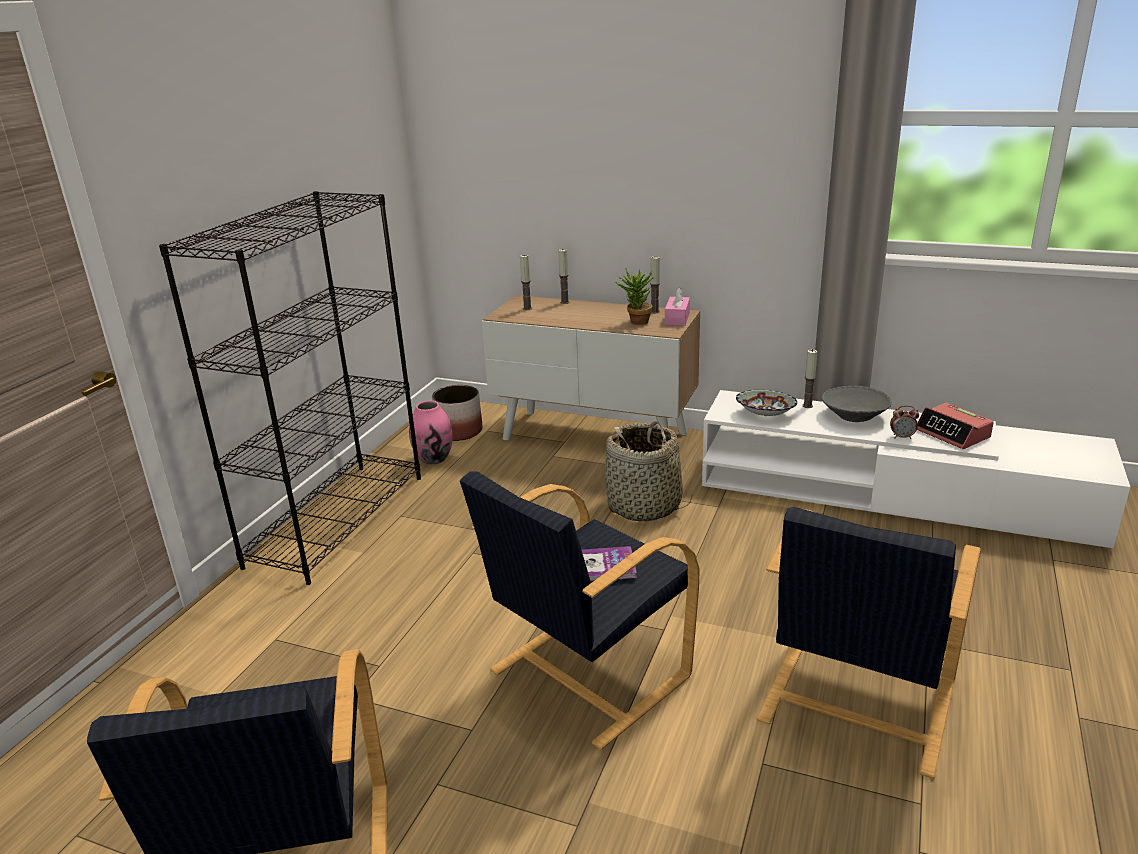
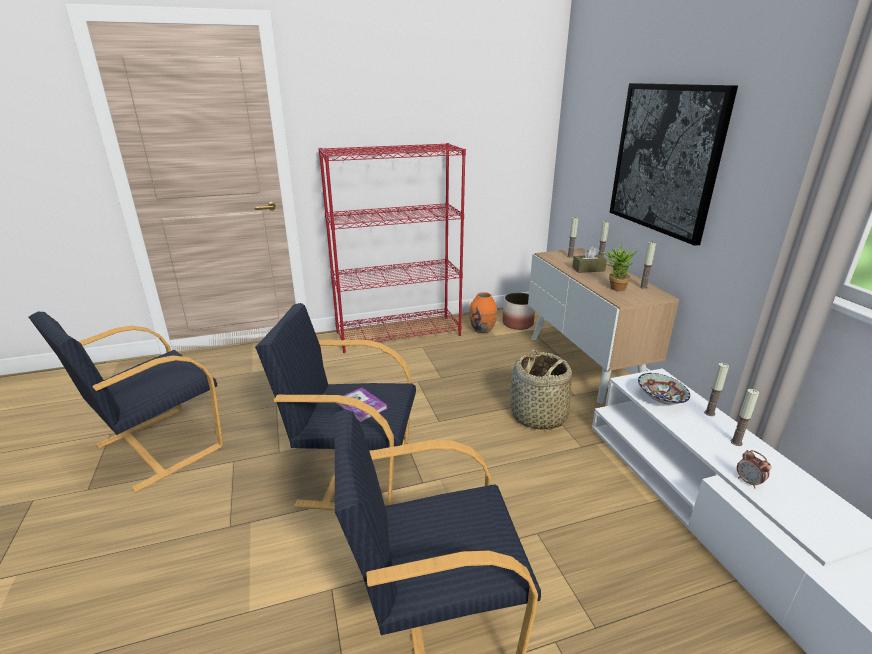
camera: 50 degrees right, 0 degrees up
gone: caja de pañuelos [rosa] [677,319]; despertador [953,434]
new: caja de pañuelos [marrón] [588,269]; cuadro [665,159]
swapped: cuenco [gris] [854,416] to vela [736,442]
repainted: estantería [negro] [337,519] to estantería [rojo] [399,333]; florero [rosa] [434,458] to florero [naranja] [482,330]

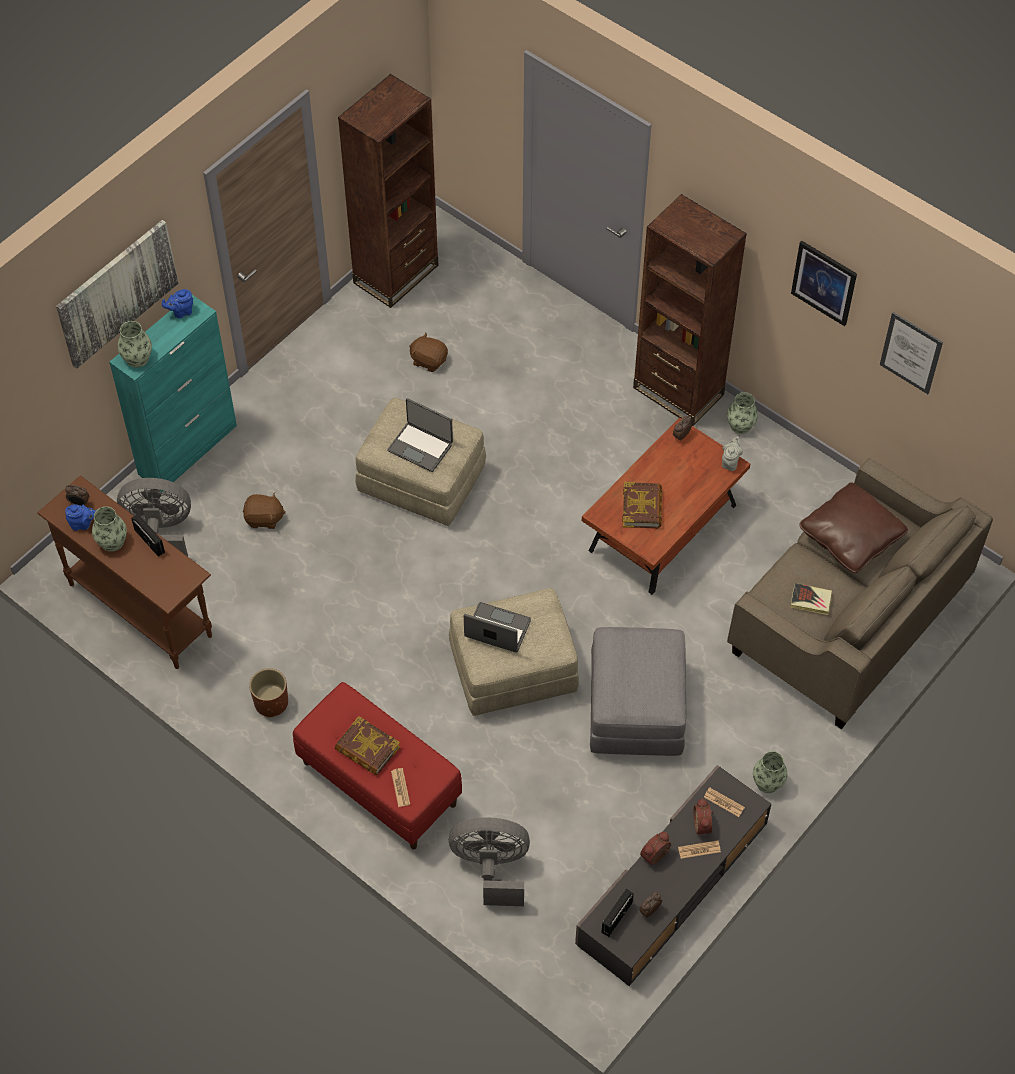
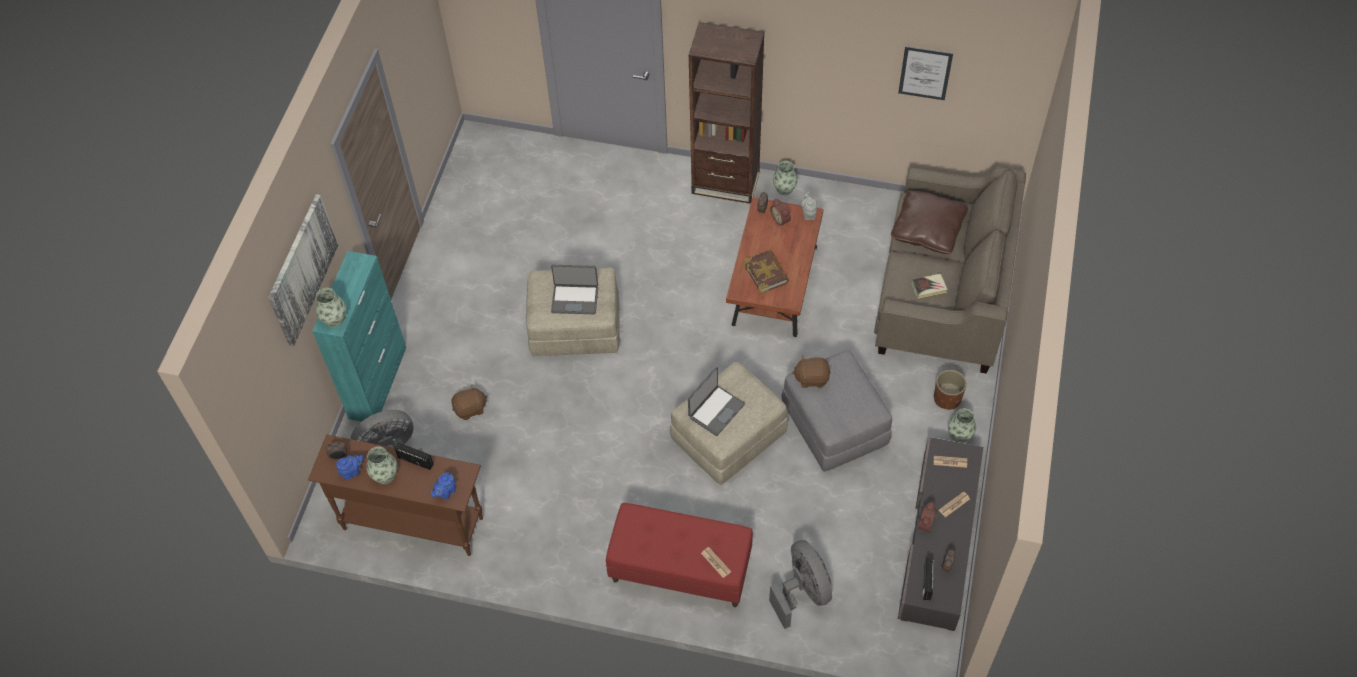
camera: 25 degrees left, 0 degrees up
gone: libro [367,749]; estantería [marrón] [396,274]; cuadro [824,282]
shifted: tetera [azul] [181,312] to [445,492]; maceta [marrón] [271,703] to [947,398]; peluche [marrón] [429,360] to [811,378]; despertador [703,825] to [781,219]
rotated: ventilador [gris] [492,868] = [802,592] 90 degrees clockwise; portátil [497,630] = [716,410] 135 degrees clockwise

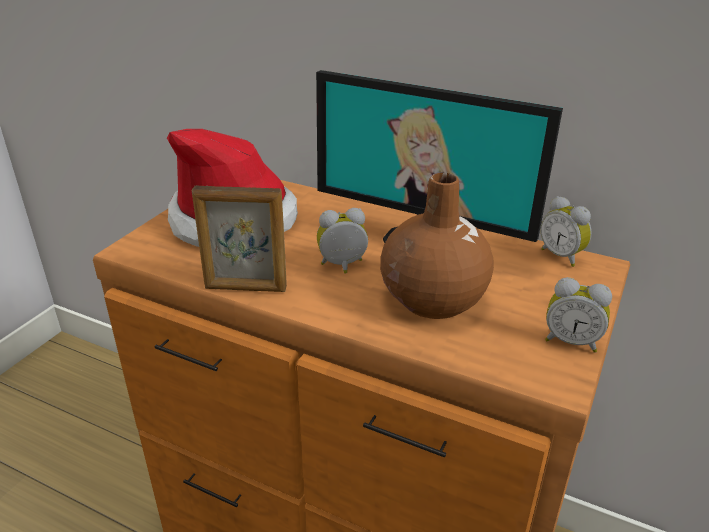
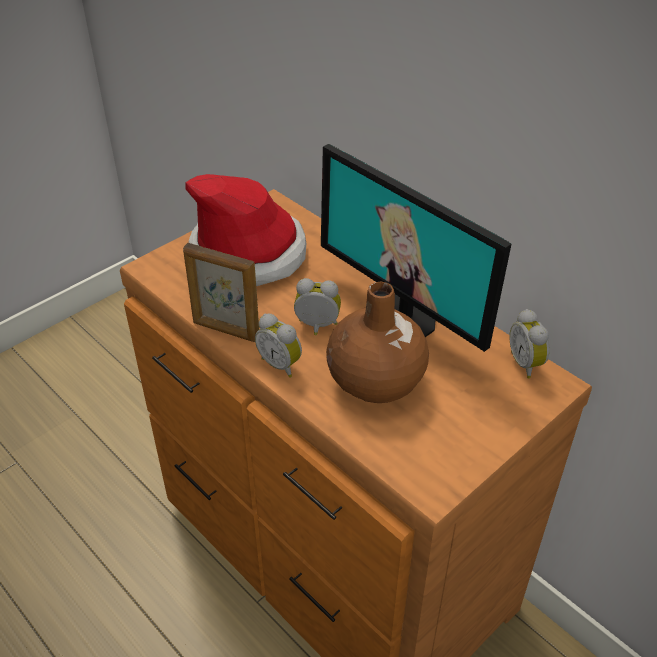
camera: 20 degrees right, 10 degrees up
shifted: despertador [571,341] to [281,364]

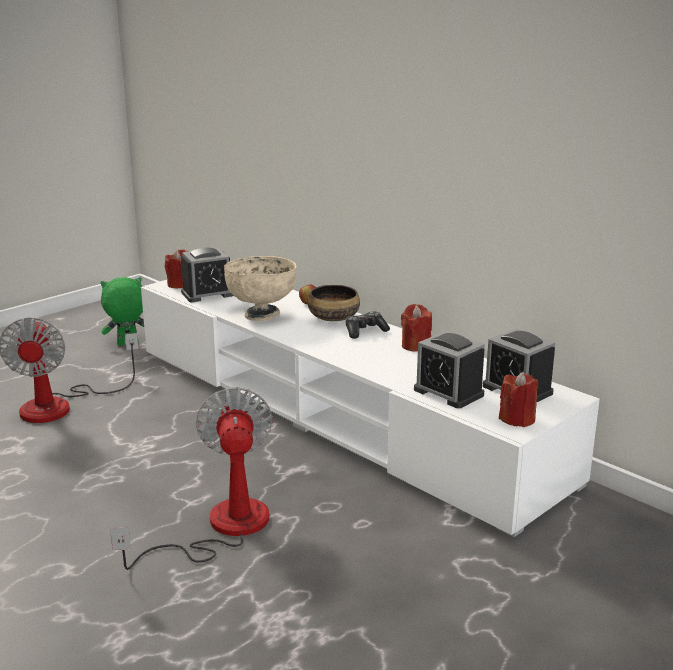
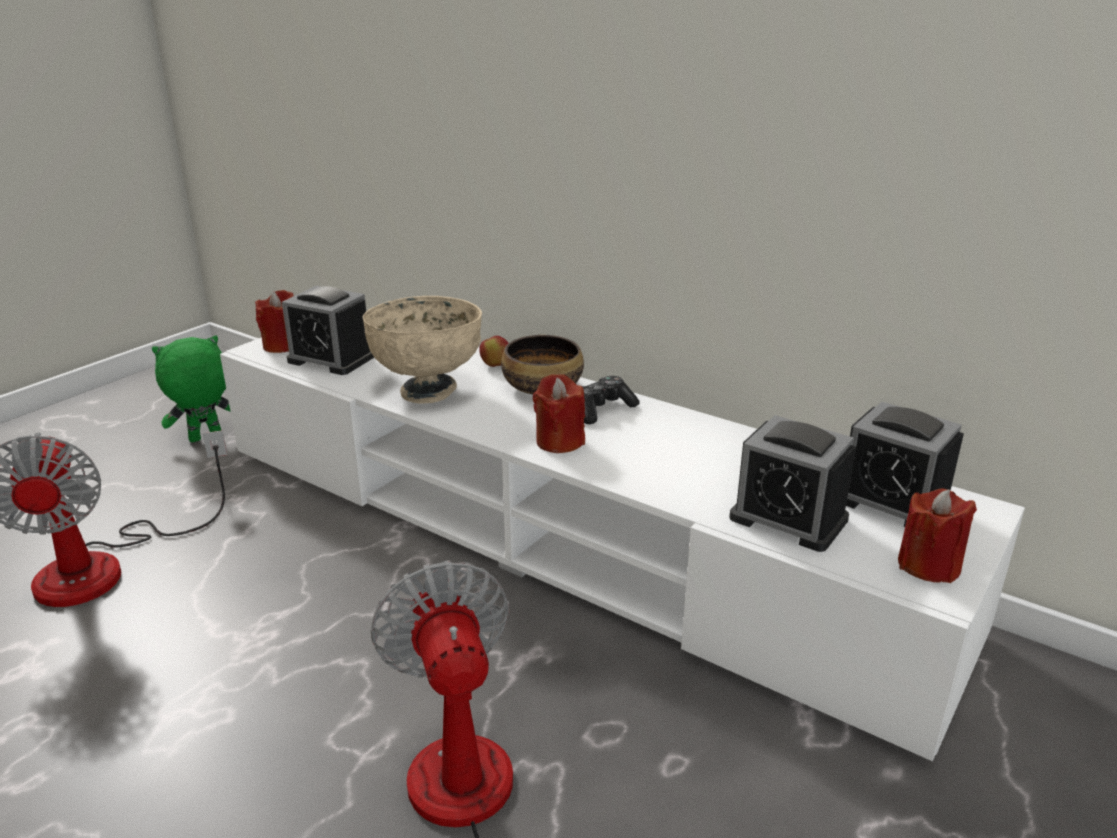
camera: 10 degrees left, 5 degrees up
shifted: vela [rojo] [416,346] to [559,441]
rotated: despertador [207,294] = [331,359] 60 degrees clockwise

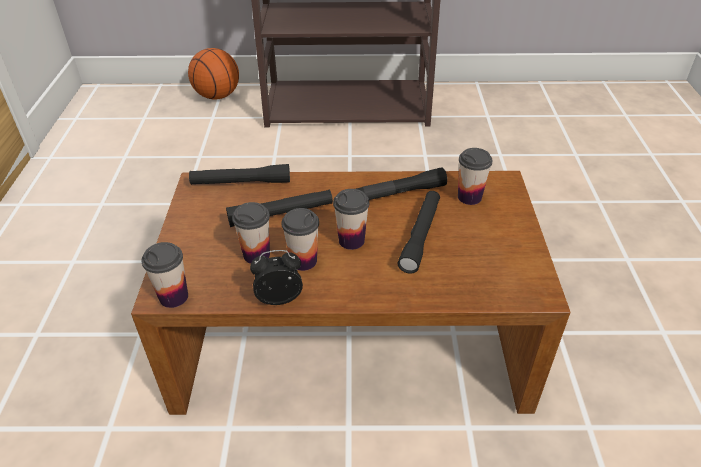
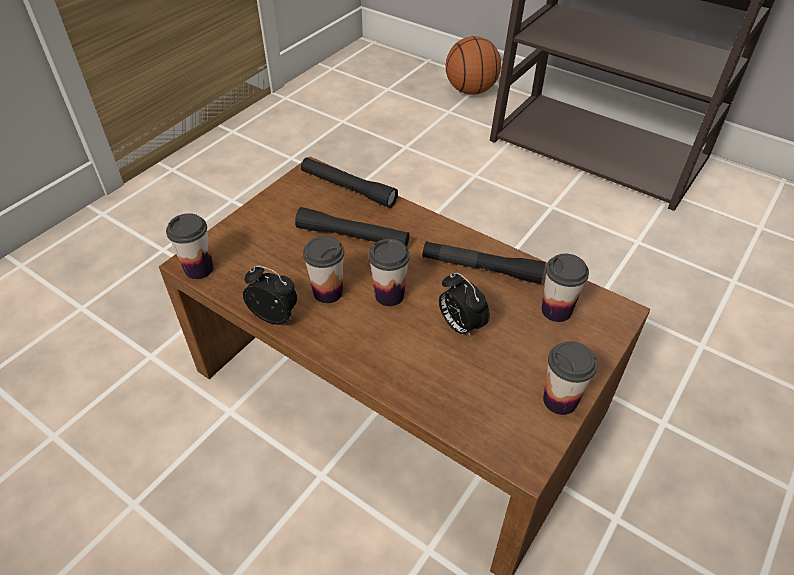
camera: 35 degrees right, 5 degrees up
shifted: taza [256,255] to [560,400]
swapped: linterna [negro] [420,236] to despertador [460,326]

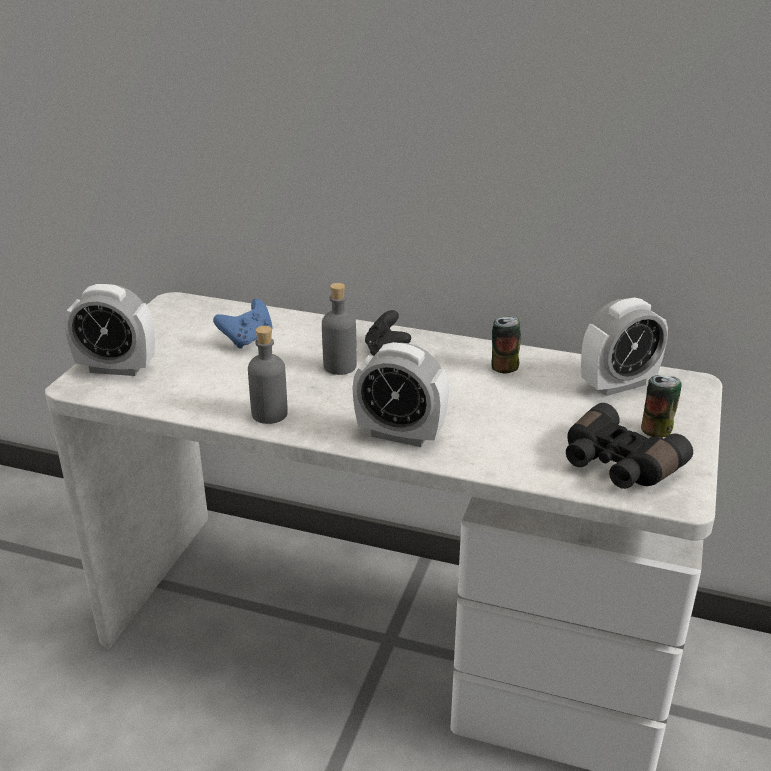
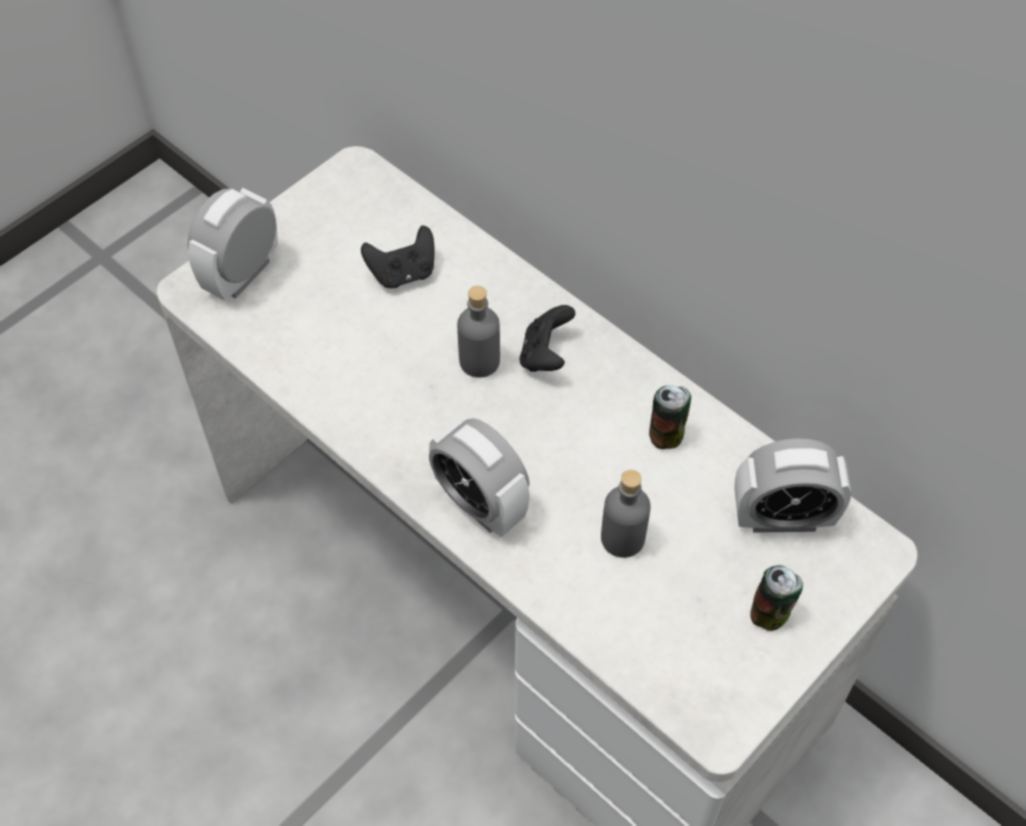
camera: 25 degrees right, 25 degrees up
gone: prismáticos [negro] [616,465]
shifted: botella [gris] [269,414] to [622,538]
repainted: mando de consola [azul] [247,340] to mando de consola [negro] [403,273]
rotated: despertador [116,368] = [242,274] 90 degrees clockwise

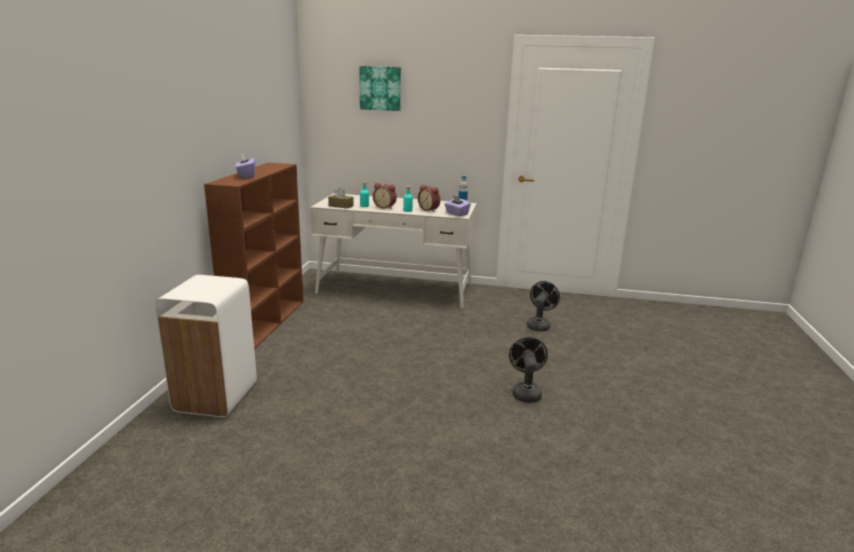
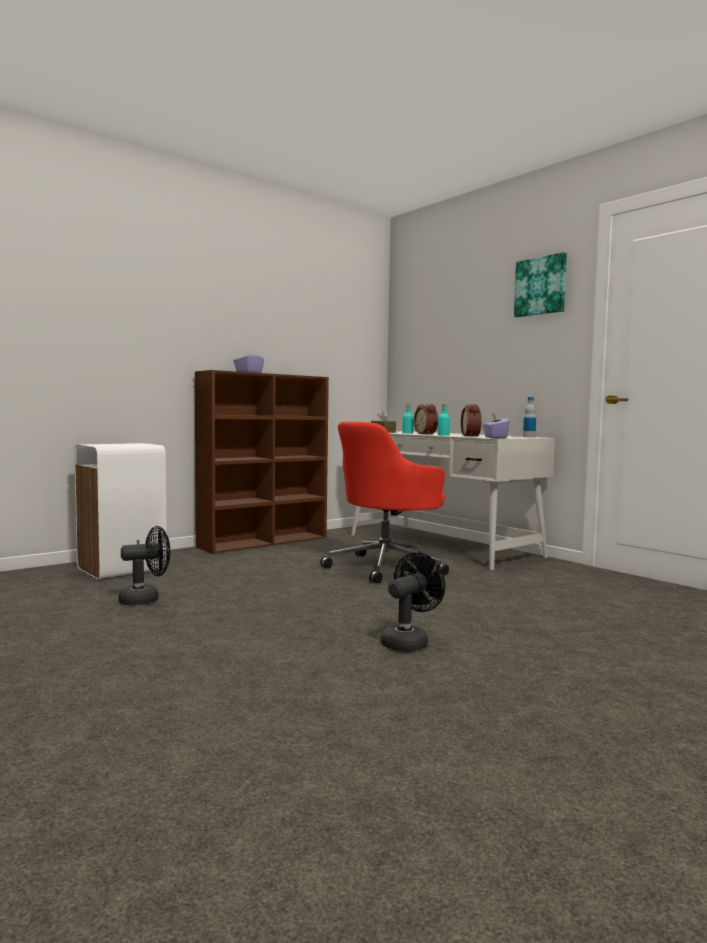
camera: 40 degrees right, 15 degrees down
new: silla de oficina [rojo] [386,567]
shifted: cuadro [380,88] to [541,286]; ventilador [negro] [539,325] to [146,599]

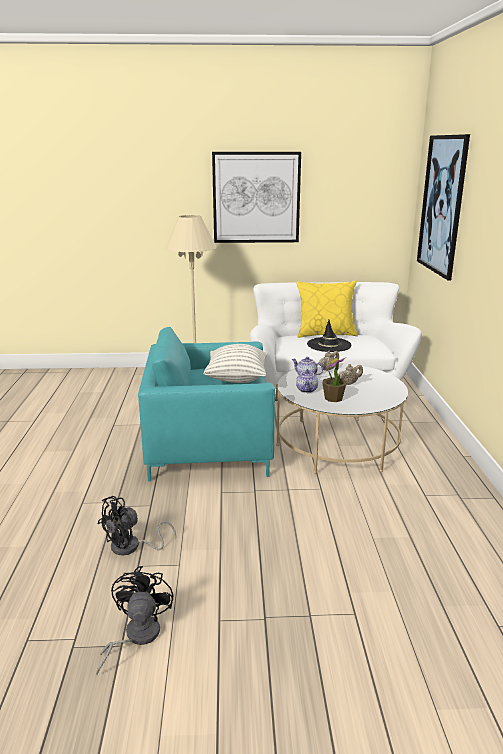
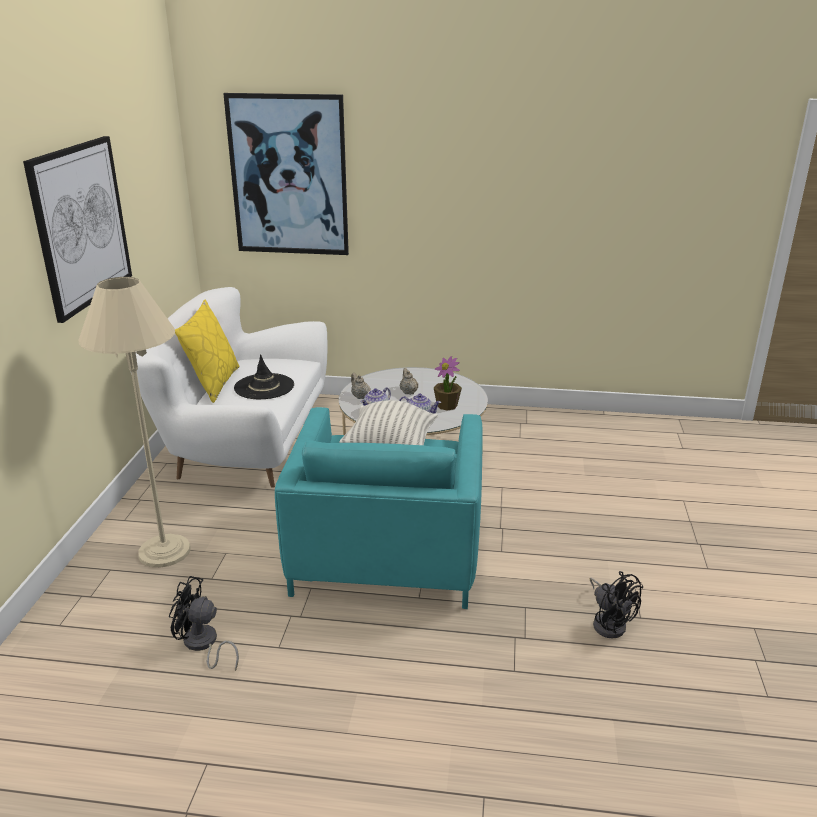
camera: 80 degrees left, 5 degrees up
shifted: ventilador [negro] [136,636] to [202,645]

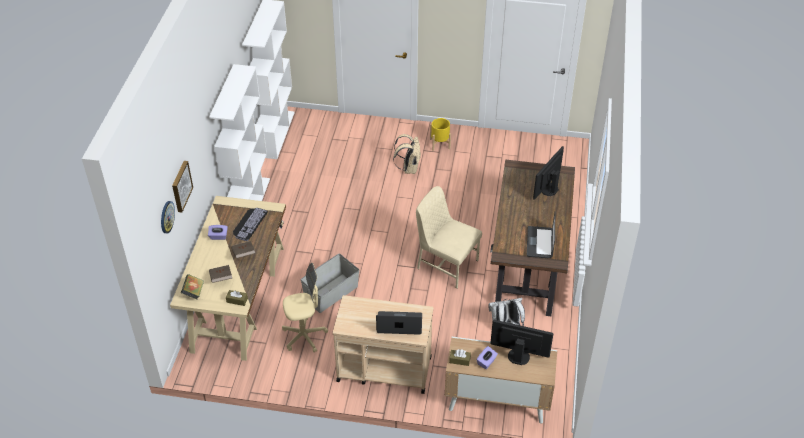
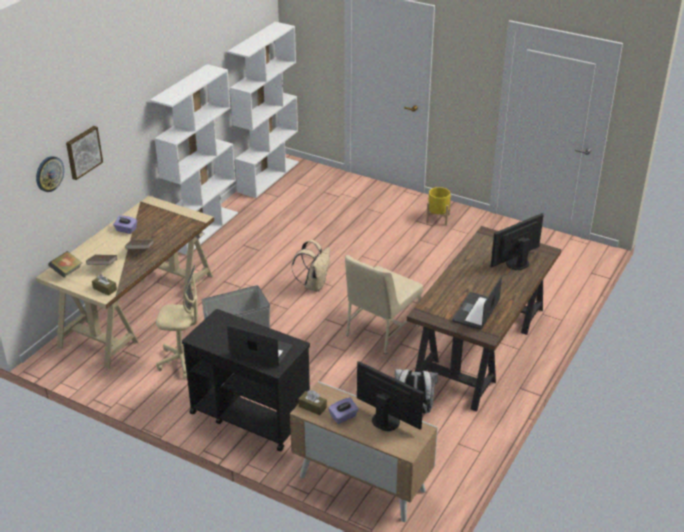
camera: 20 degrees right, 10 degrees down
gone: teclado [249,223]
shifted: mochila [beis] [409,168] to [314,285]
repainted: carrito [beis] [383,369] to carrito [negro] [249,414]
rotated: silla [beis] [446,264] = [380,330] 105 degrees counterclockwise

